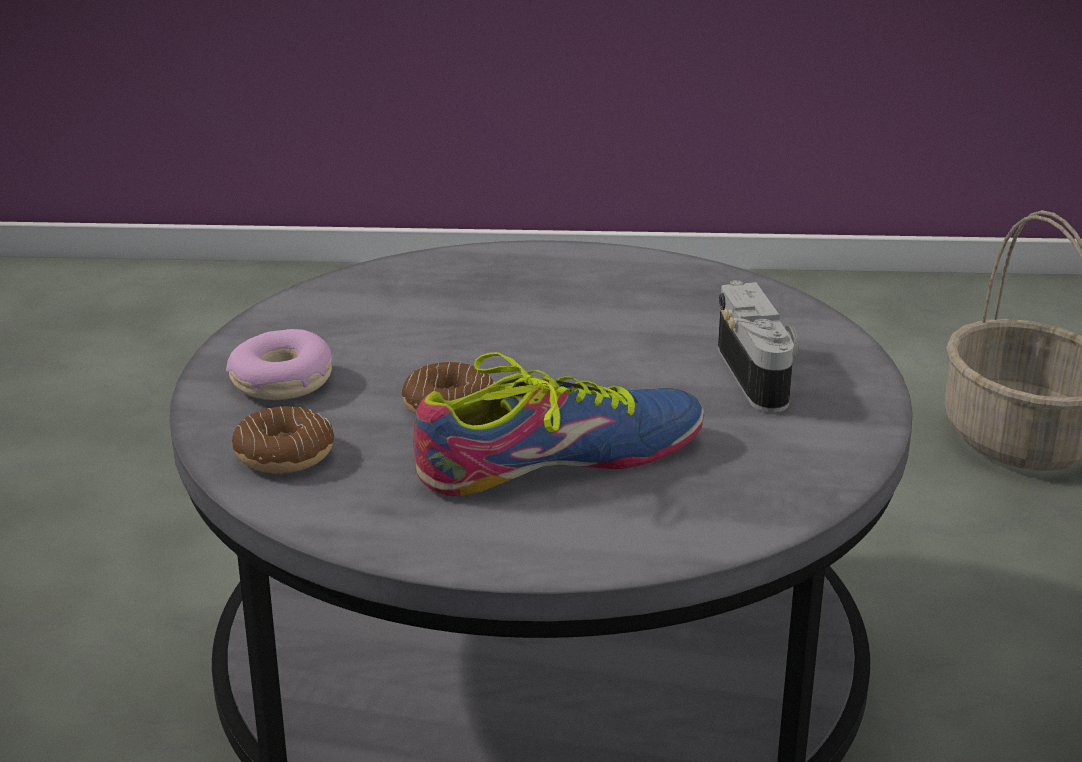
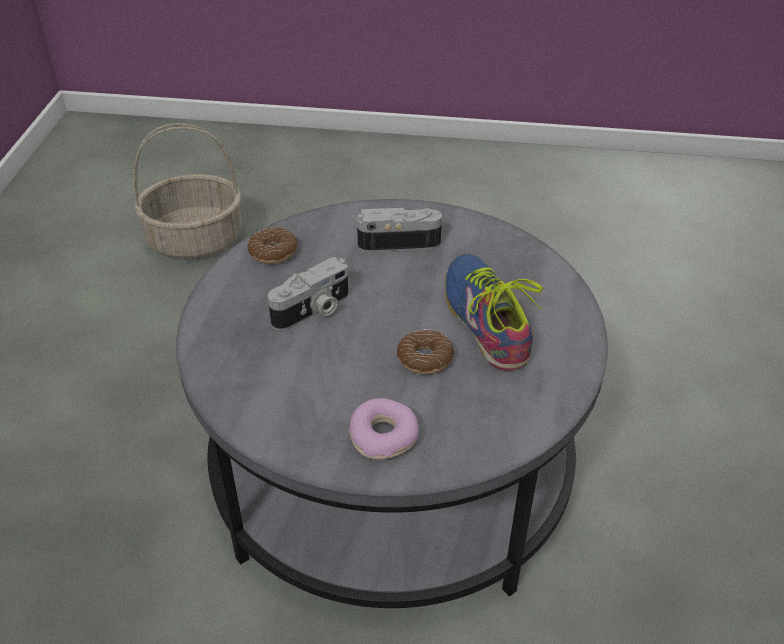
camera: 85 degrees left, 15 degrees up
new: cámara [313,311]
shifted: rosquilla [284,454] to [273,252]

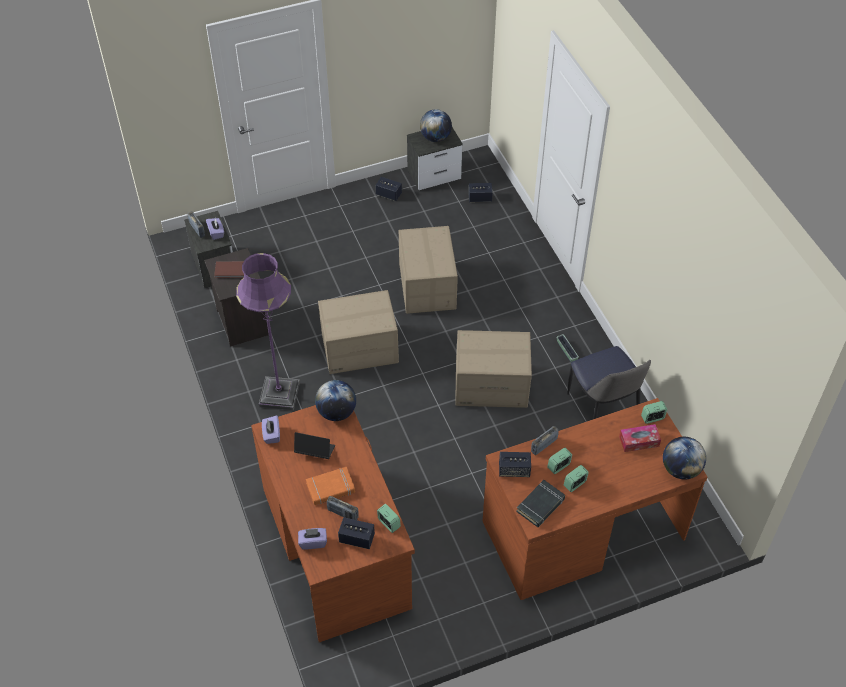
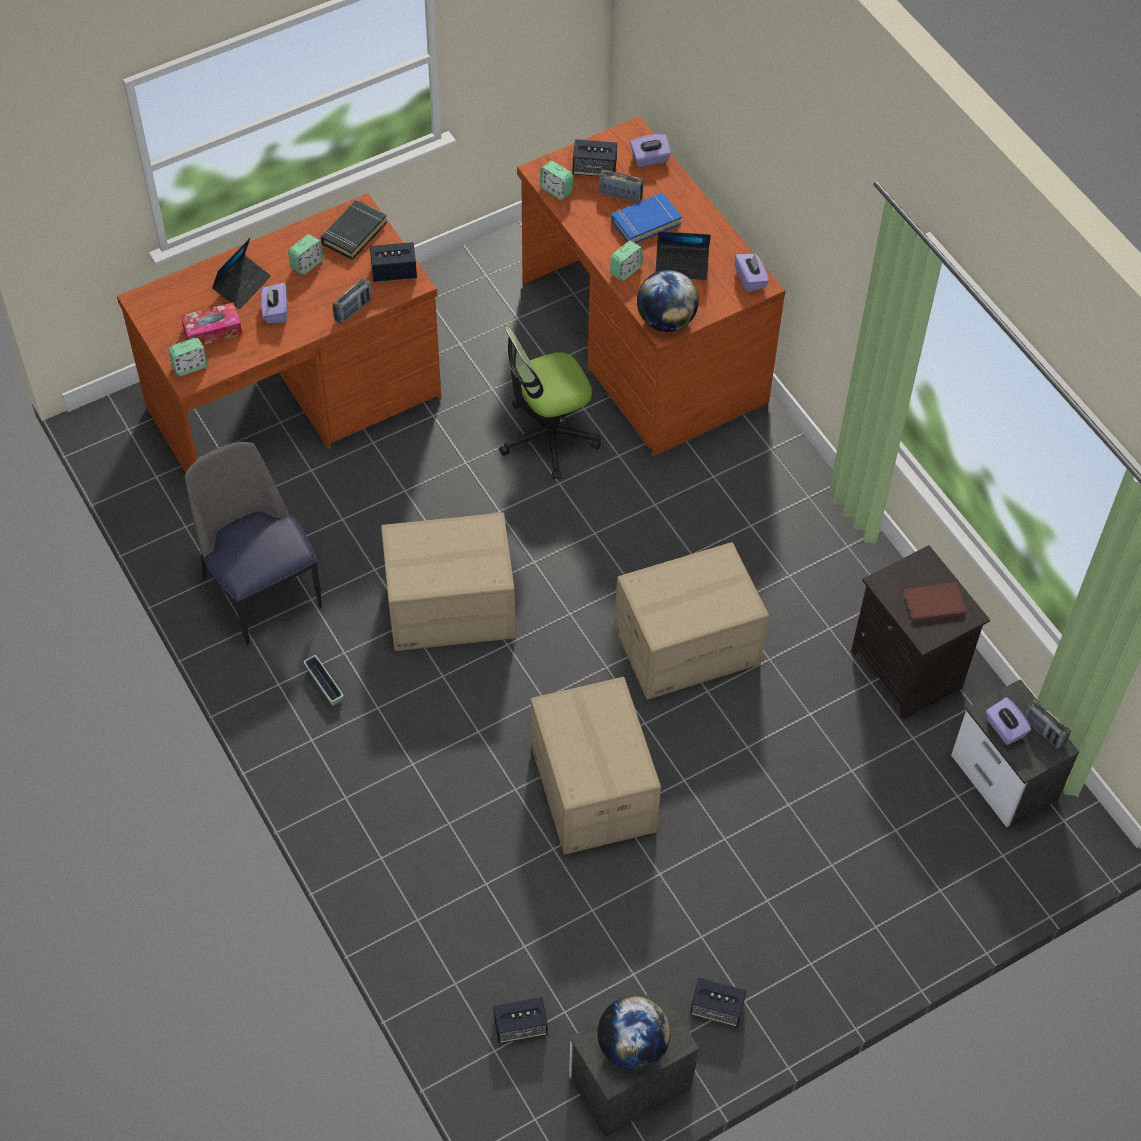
camera: 170 degrees right, 5 degrees up
gone: lámpara de pie [morado] [279,394]; globo terráqueo [680,469]
new: portátil [242,285]; caja de pañuelos [morado] [275,311]; silla de oficina [548,437]
shifted: despertador [558,466] to [625,270]
repainted: libro [naranja] [330,488] to libro [azul] [645,222]

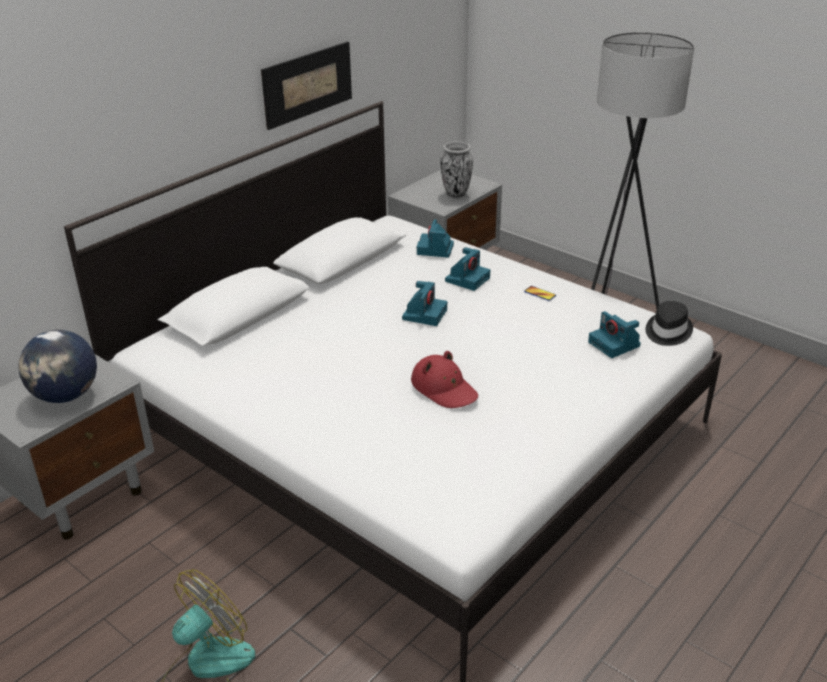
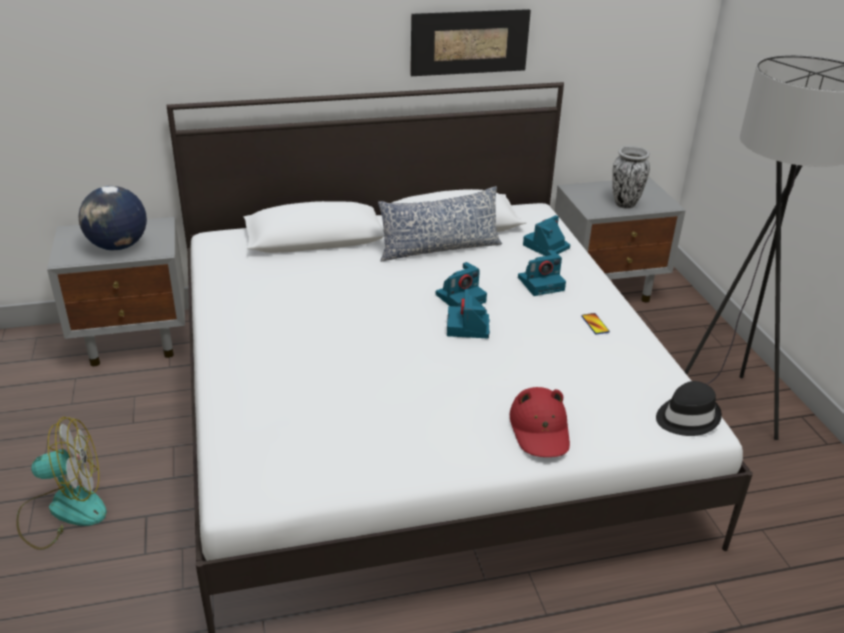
camera: 35 degrees right, 0 degrees up
new: cojín [439,248]
shifted: sombrero [rojo] [444,389] to [540,430]; cámara [615,344] to [468,327]

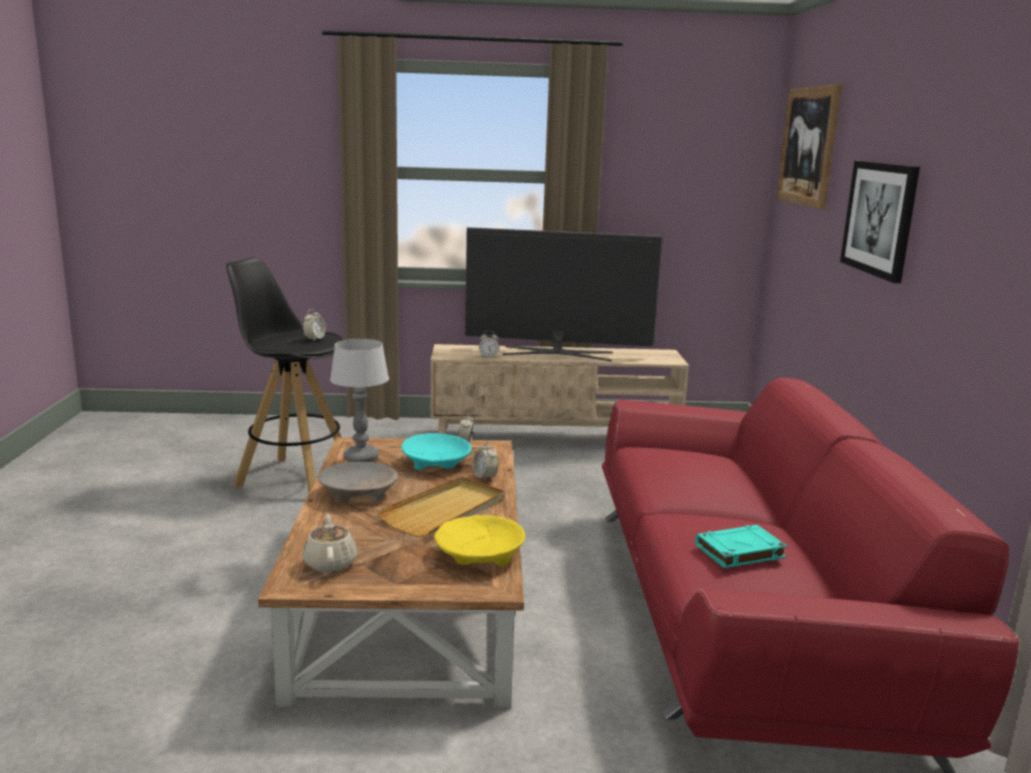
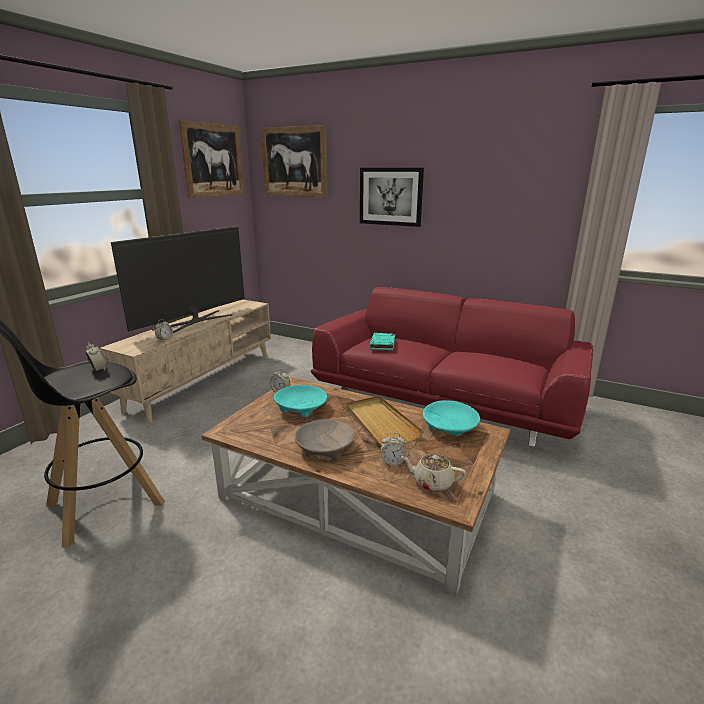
camera: 60 degrees left, 5 degrees up
gone: lámpara de mesa [361,458]
new: cuadro [213,161]
shifted: despertador [485,477] to [392,462]; libro [turquesa] [739,552] to [382,344]
repainted: cuenco [amarillo] [480,556] to cuenco [turquesa] [450,427]

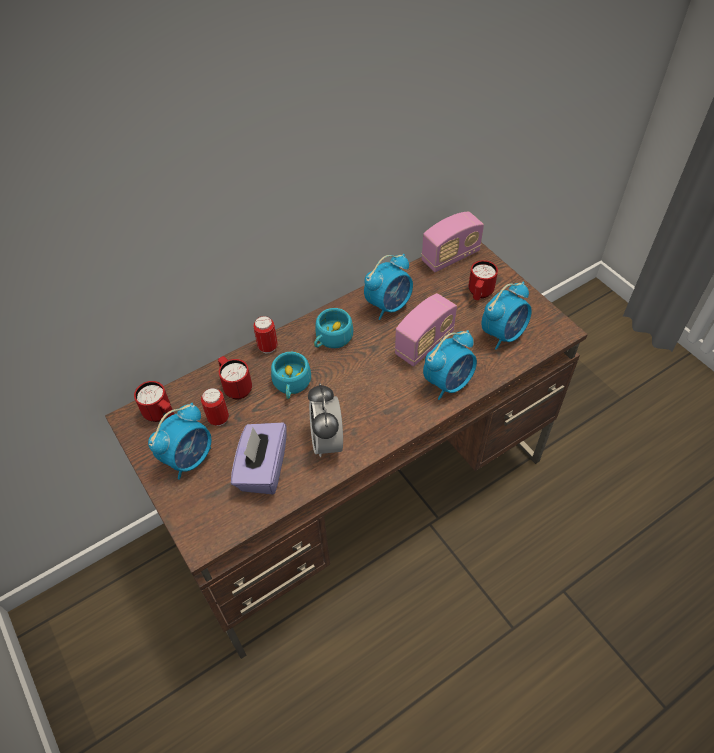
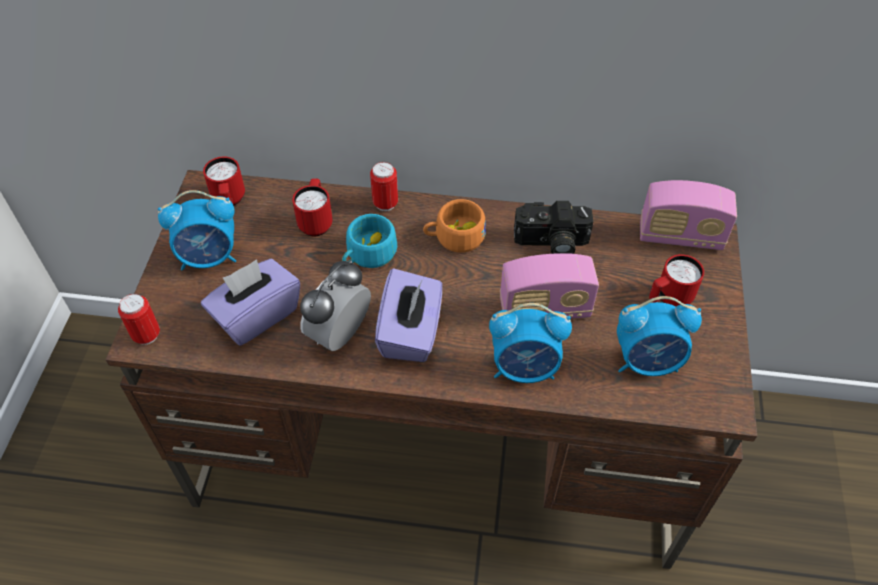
camera: 40 degrees right, 0 degrees up
new: caja de pañuelos [morado] [411,332]
shifted: lata [218,418] to [146,335]
swapped: despertador [389,305] to cámara [551,243]
repainted: taza [turquesa] [331,339] to taza [naranja] [454,237]

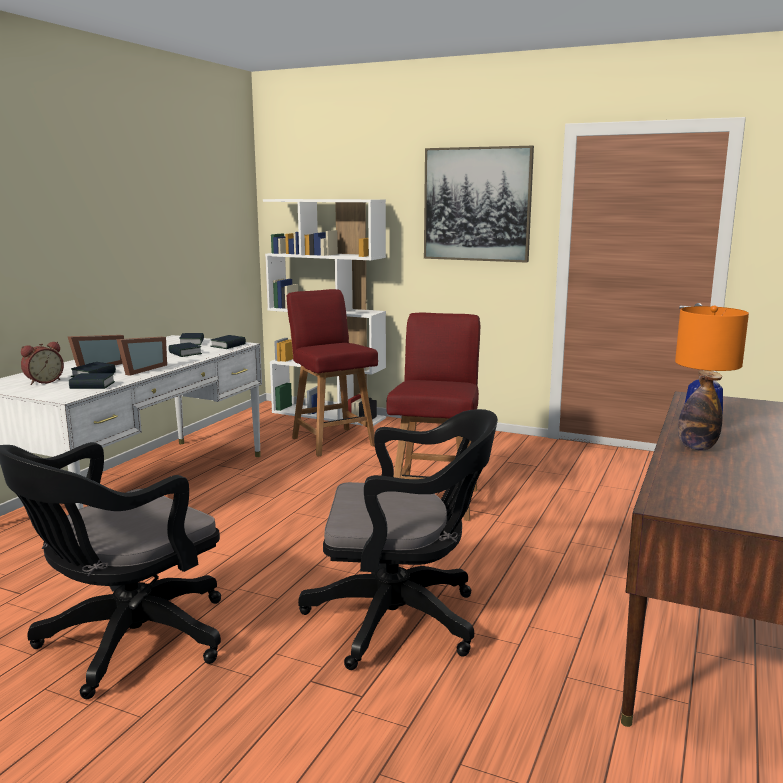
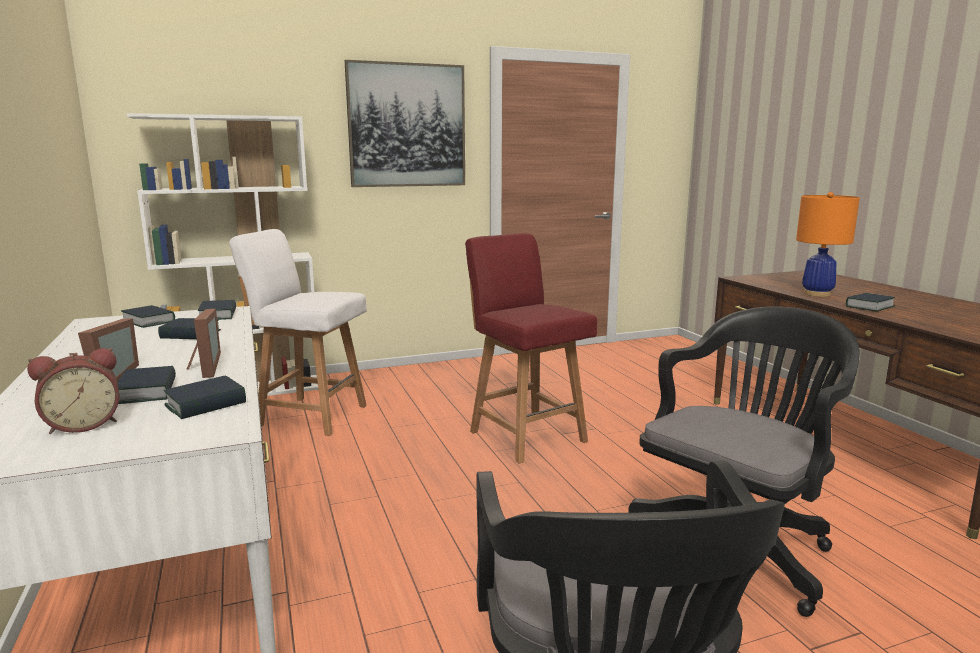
camera: 45 degrees left, 0 degrees up
swapped: botella [696,448] to libro [869,307]
repainted: silla [rojo] [332,441] to silla [blanco] [310,415]
rotated: despertador [43,381] = [83,424] 60 degrees clockwise

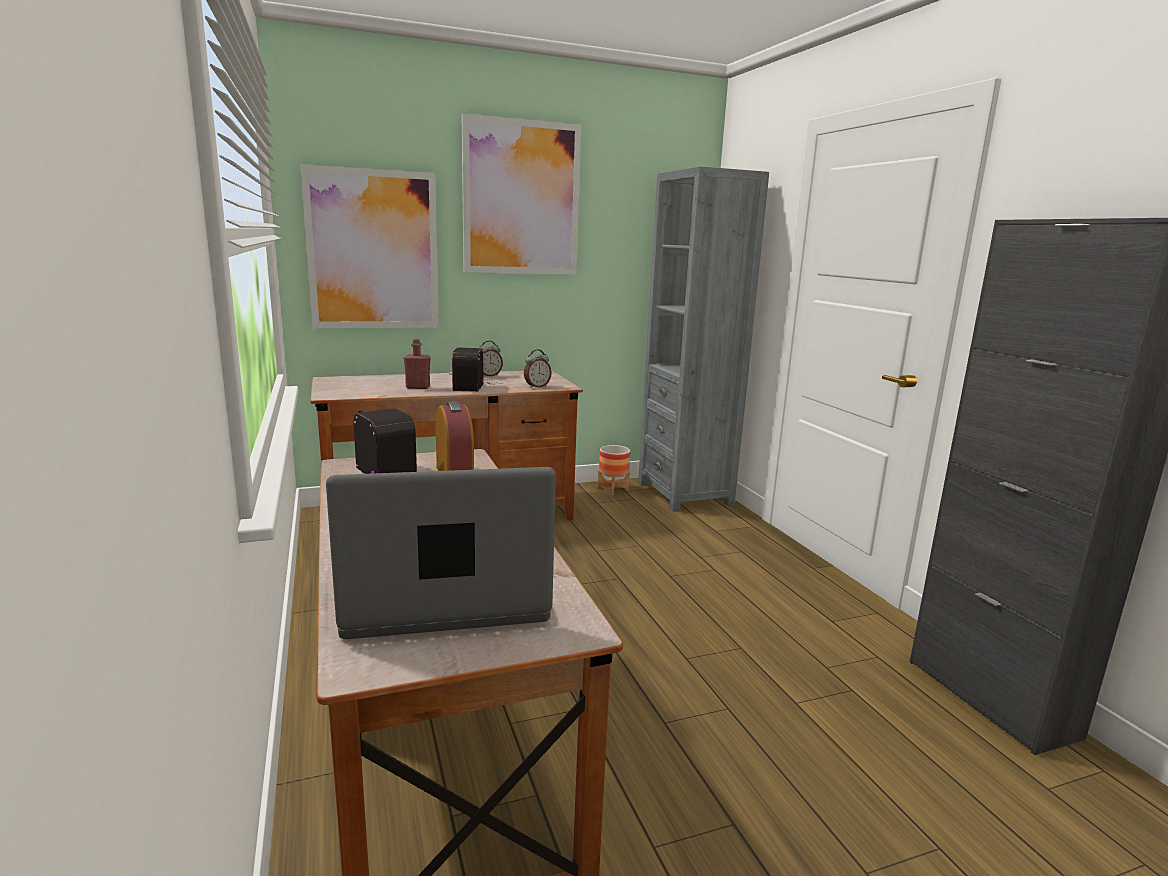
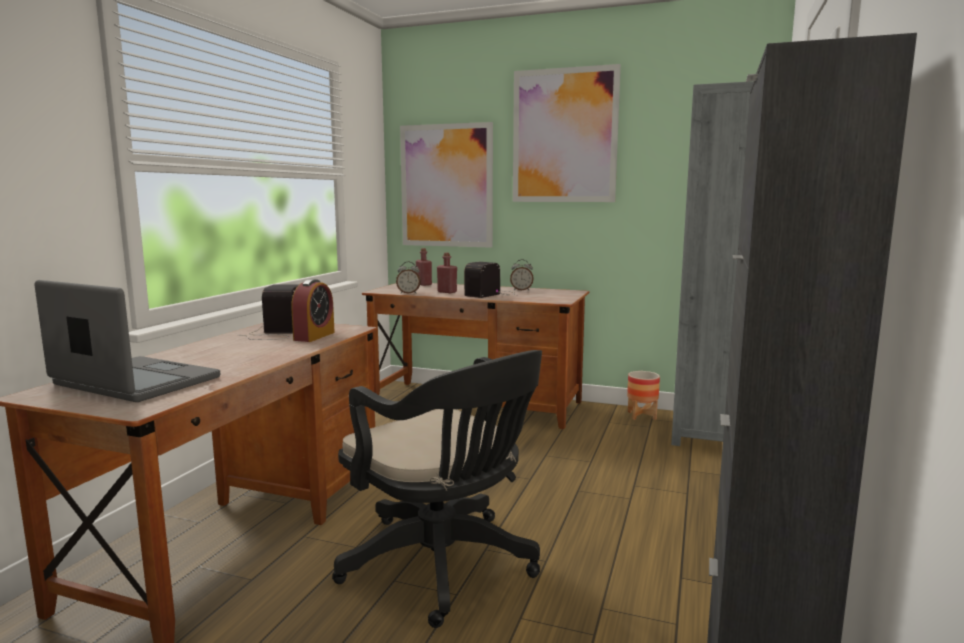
camera: 40 degrees right, 5 degrees down
new: silla de oficina [negro] [445,567]; botella [rojo] [424,284]
shifted: despertador [536,386] to [408,293]

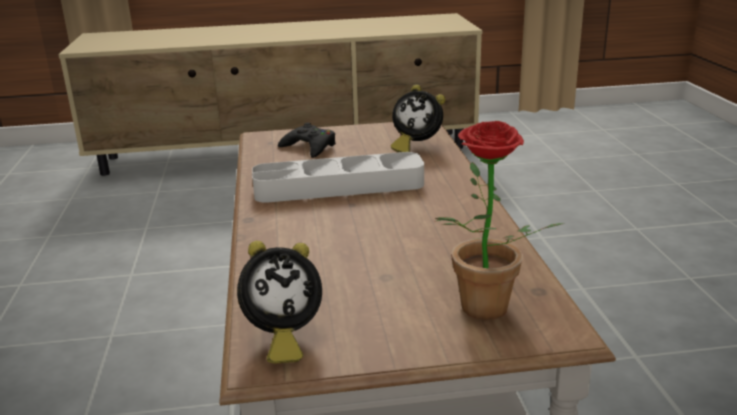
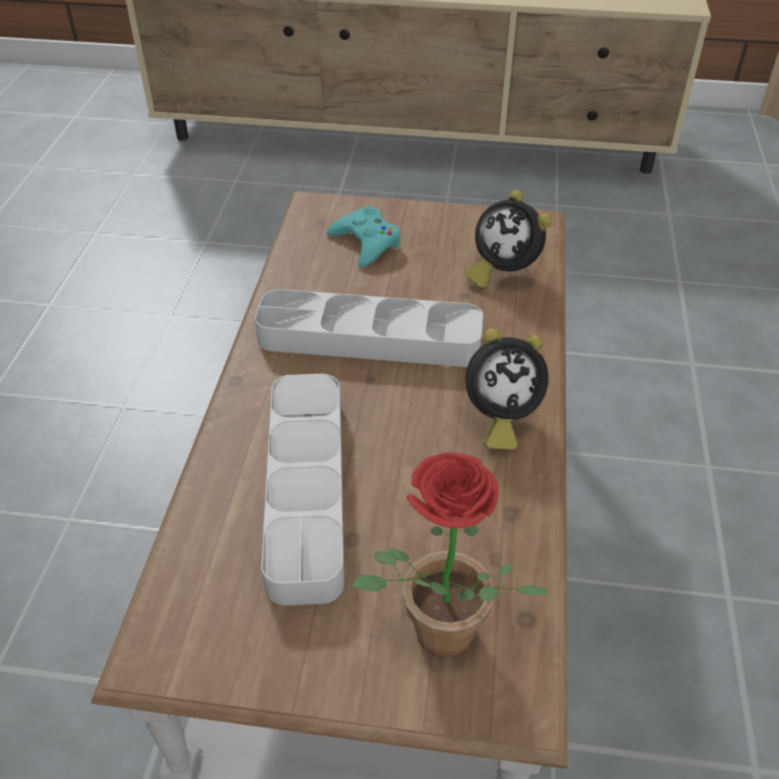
camera: 15 degrees right, 20 degrees up
new: bandeja [gris] [306,489]
shifted: despertador [281,339] to [498,419]
repainted: mando de consola [negro] [309,147] to mando de consola [turquesa] [366,243]

